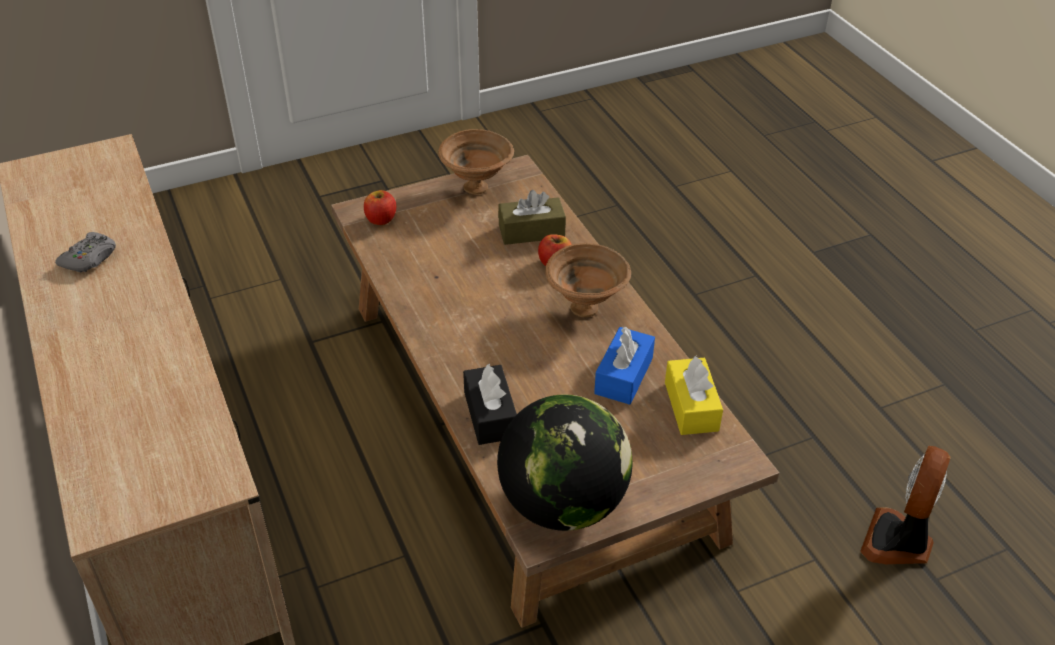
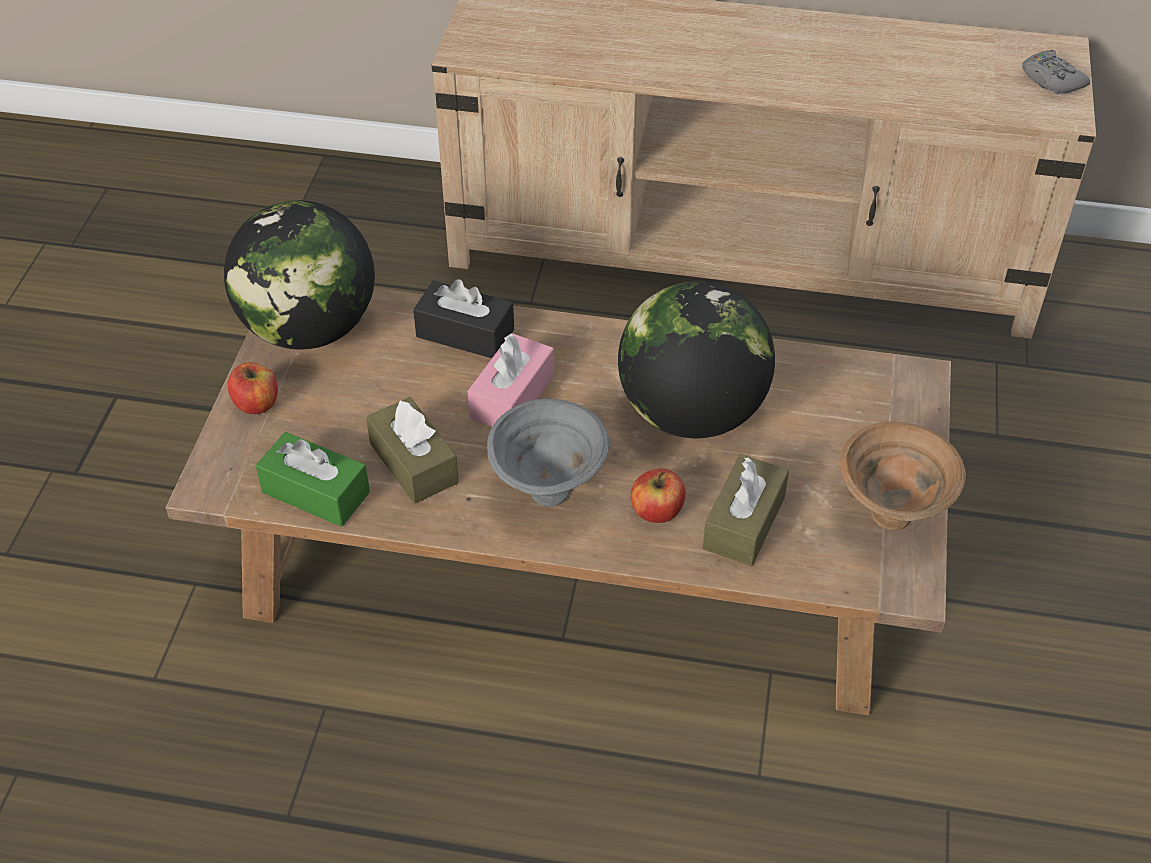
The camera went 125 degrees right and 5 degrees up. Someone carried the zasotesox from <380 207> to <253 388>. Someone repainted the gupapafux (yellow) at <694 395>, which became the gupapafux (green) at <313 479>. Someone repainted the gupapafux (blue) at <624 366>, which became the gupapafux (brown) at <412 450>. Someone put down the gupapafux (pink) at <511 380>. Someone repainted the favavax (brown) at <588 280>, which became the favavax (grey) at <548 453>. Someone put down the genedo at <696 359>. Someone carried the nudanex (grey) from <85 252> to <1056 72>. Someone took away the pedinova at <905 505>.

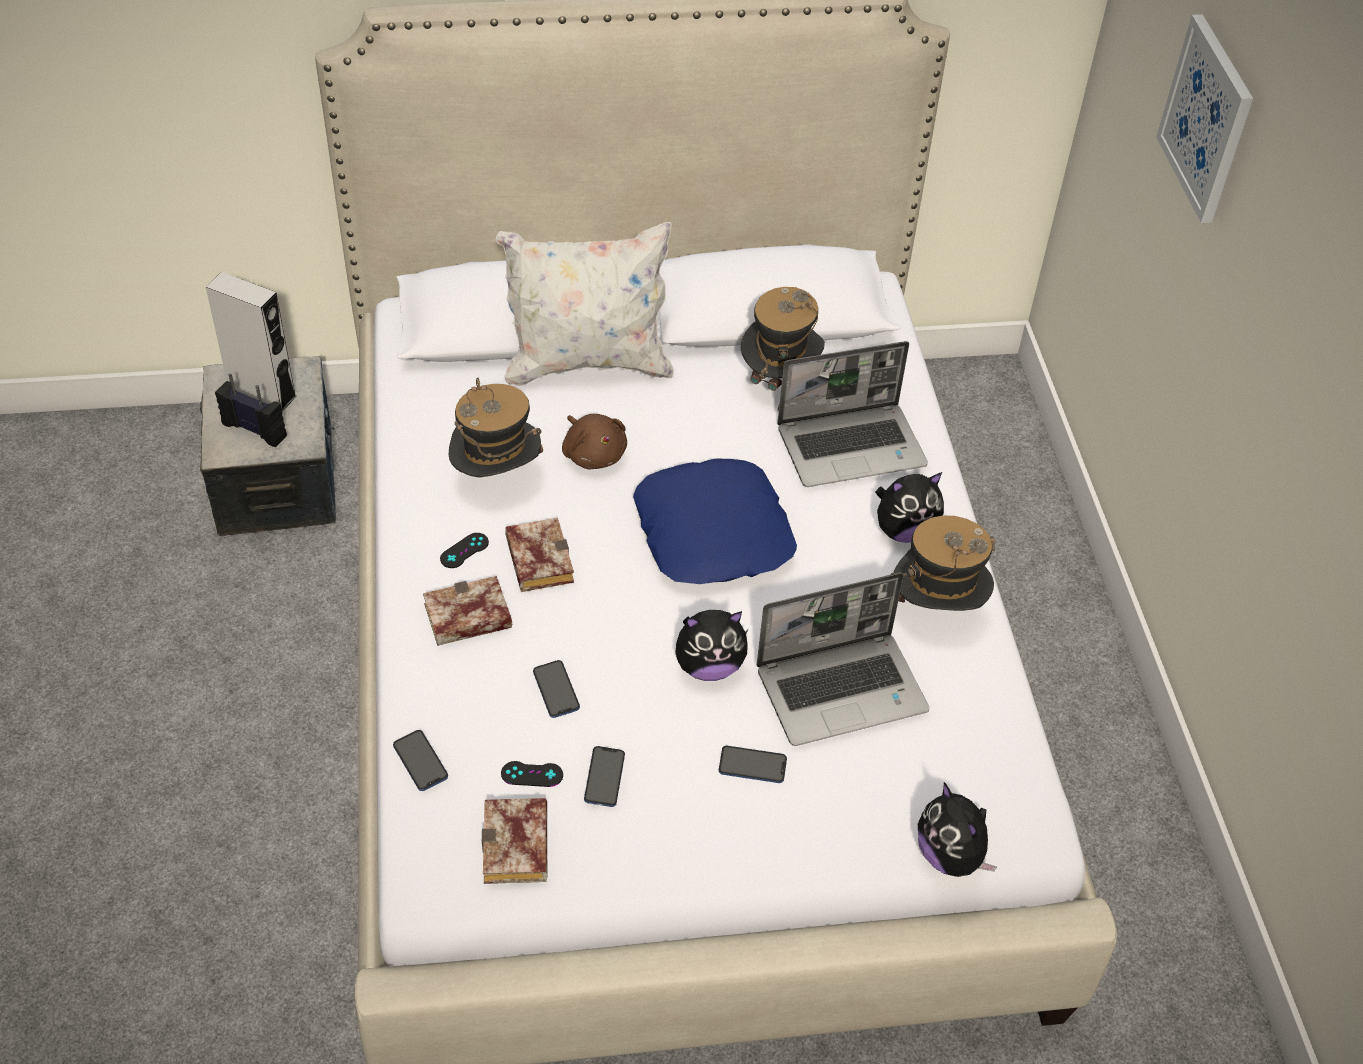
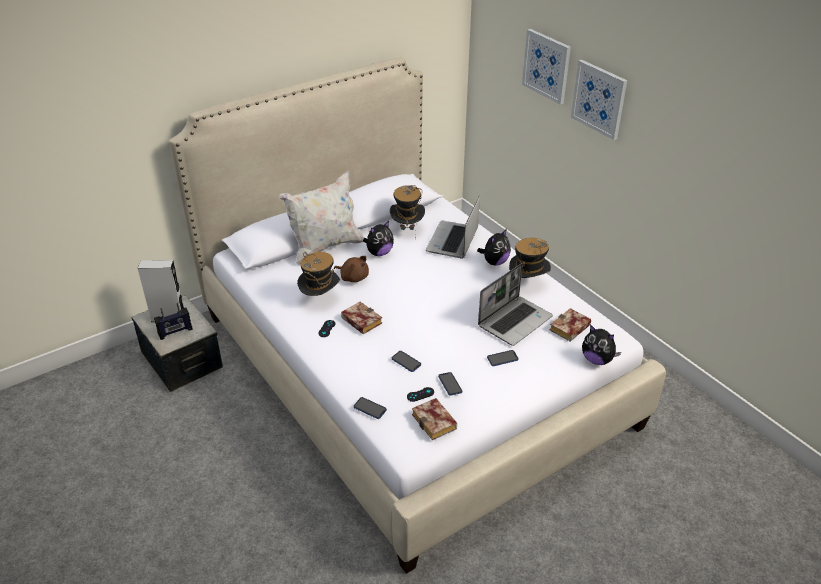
The camera went 25 degrees left and 10 degrees down. Someone rotated the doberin at <251 410> by 150 degrees clockwise. Someone carried the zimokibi from <712 645> to <378 238>. Someone rotated the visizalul at <852 414> by 150 degrees clockwise. Someone carried the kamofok from <467 611> to <570 325>. Someone put up the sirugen at <599 100>. Someone took away the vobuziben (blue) at <715 521>.

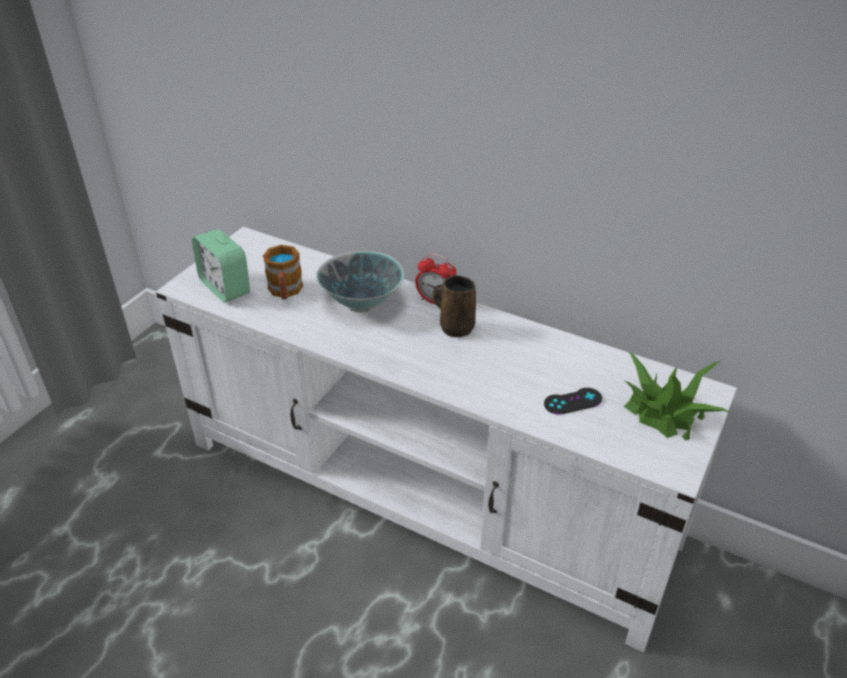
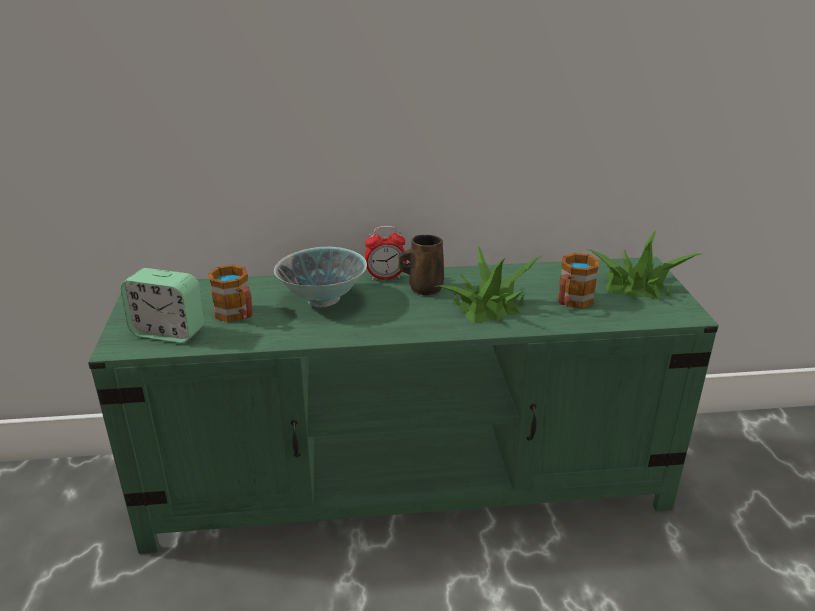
The camera went 35 degrees left and 10 degrees down. Someone repainted the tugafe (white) at <446 440>, which became the tugafe (green) at <403 405>. Someone put down the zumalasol at <488 285>. Someone swapped the nudanex (black) at <573 401> for the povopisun at <578 280>.

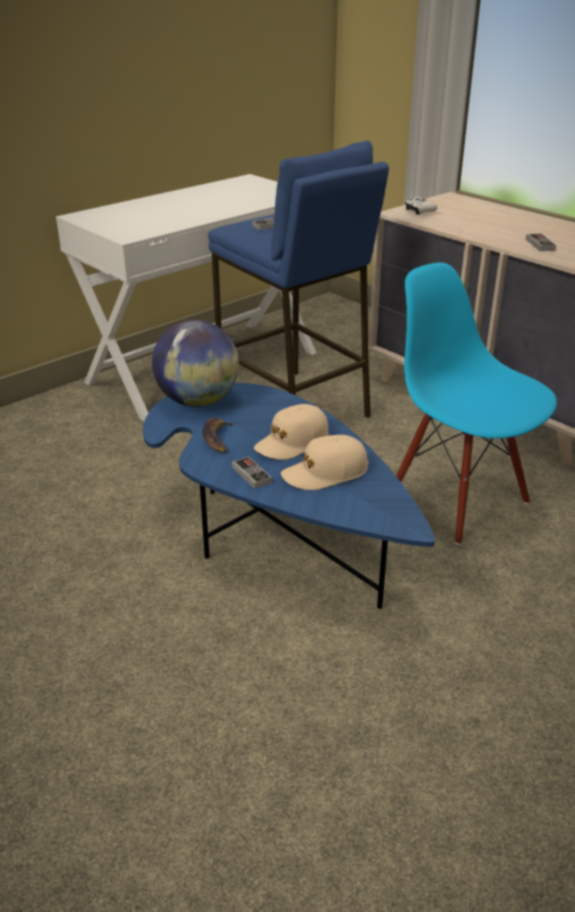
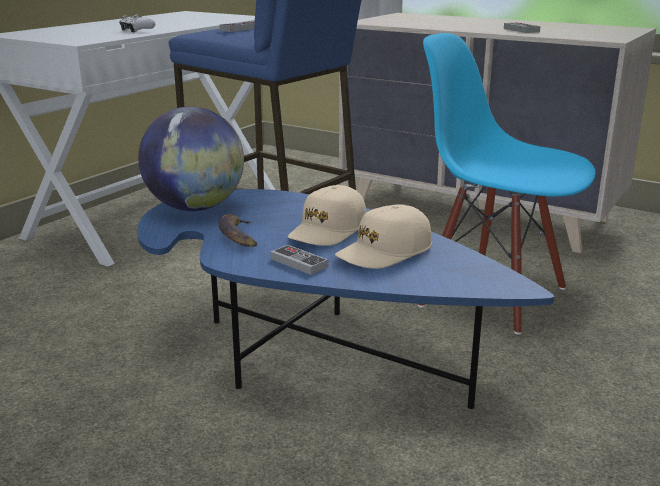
The camera went 15 degrees left and 10 degrees down. Someone carried the nudanex (white) from <421 206> to <137 23>.

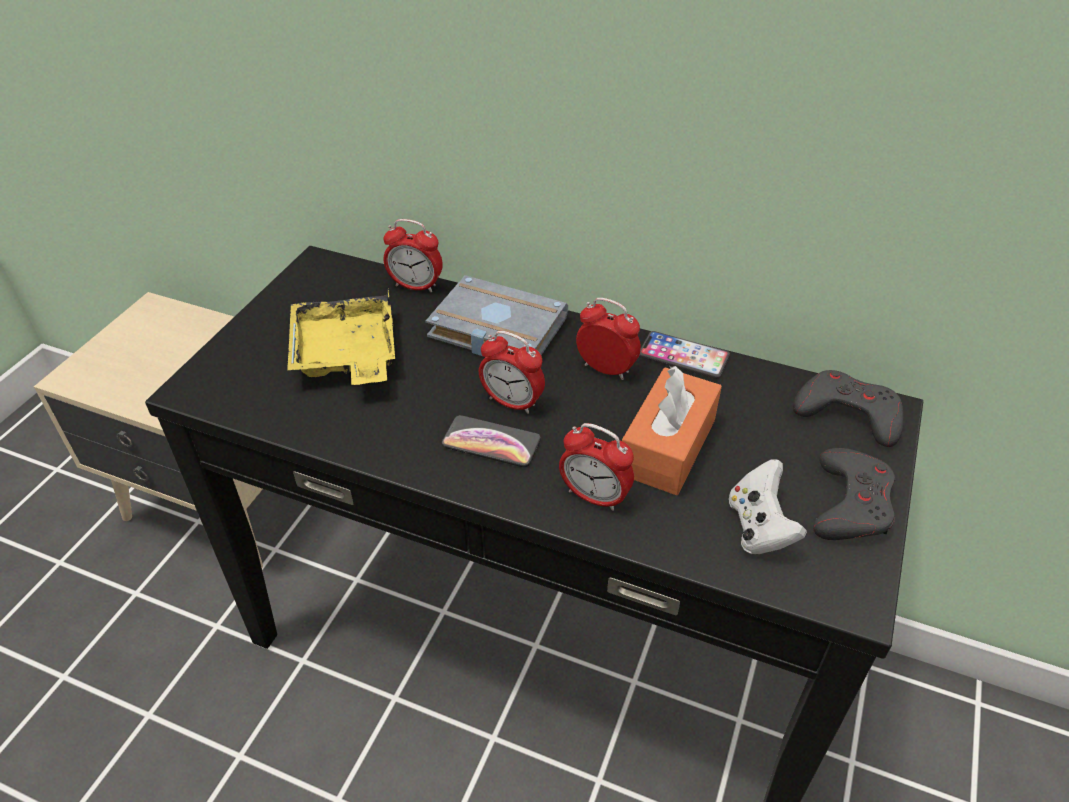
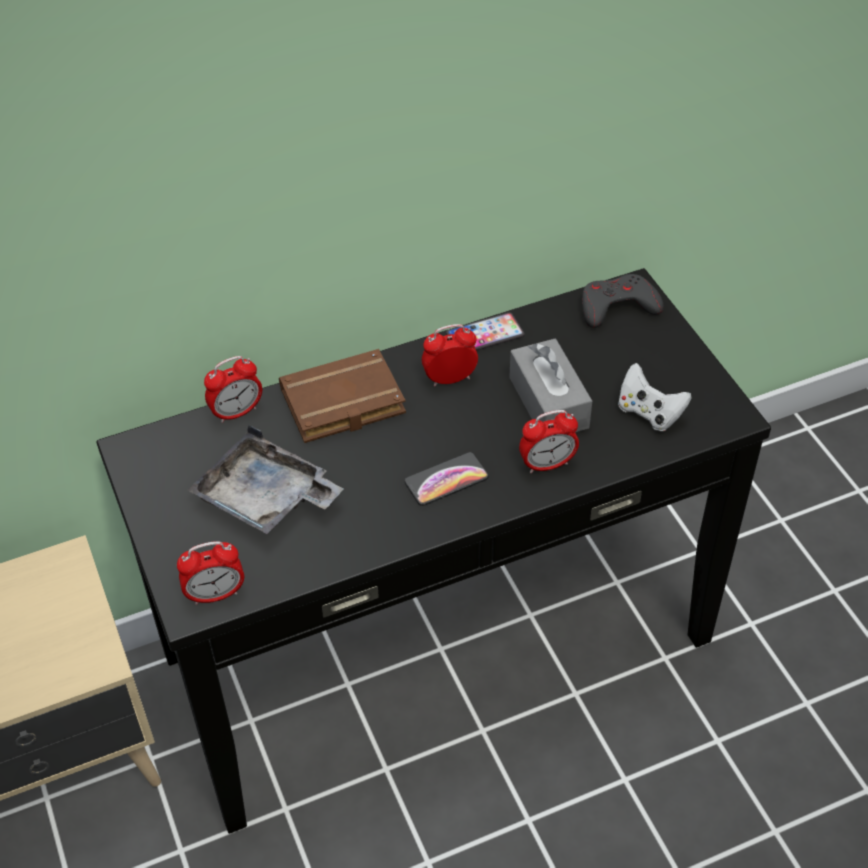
The camera went 45 degrees left and 5 degrees up. Someone carried the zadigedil from <512 372> to <210 573>. Someone repainted the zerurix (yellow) at <341 337>, which became the zerurix (grey) at <266 479>. Someone repainted the kamofok (grey) at <497 315>, which became the kamofok (brown) at <342 396>. Someone repainted the gupapafux (orange) at <672 430>, which became the gupapafux (grey) at <550 385>. Someone took away the nudanex (grey) at <854 494>.

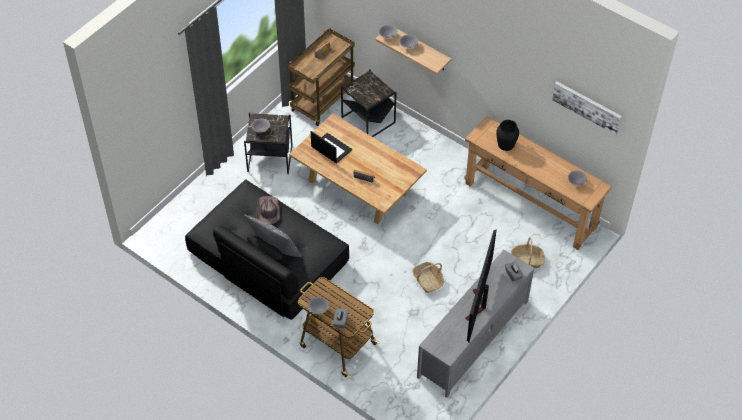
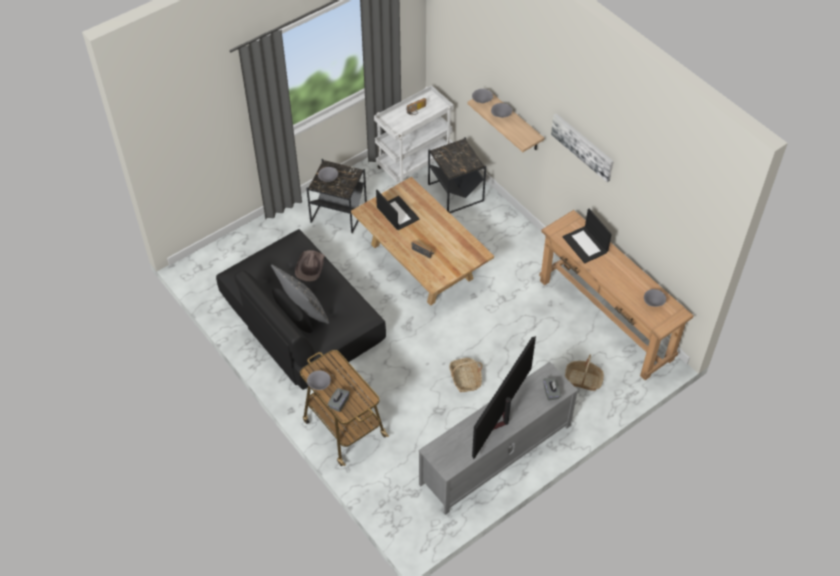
The camera went 15 degrees right and 0 degrees up. Someone repainted the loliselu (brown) at <321 77>, which became the loliselu (white) at <413 134>. Someone carried the sirugen from <587 108> to <582 148>. Someone swapped the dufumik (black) at <507 135> for the visizalul at <587 236>.

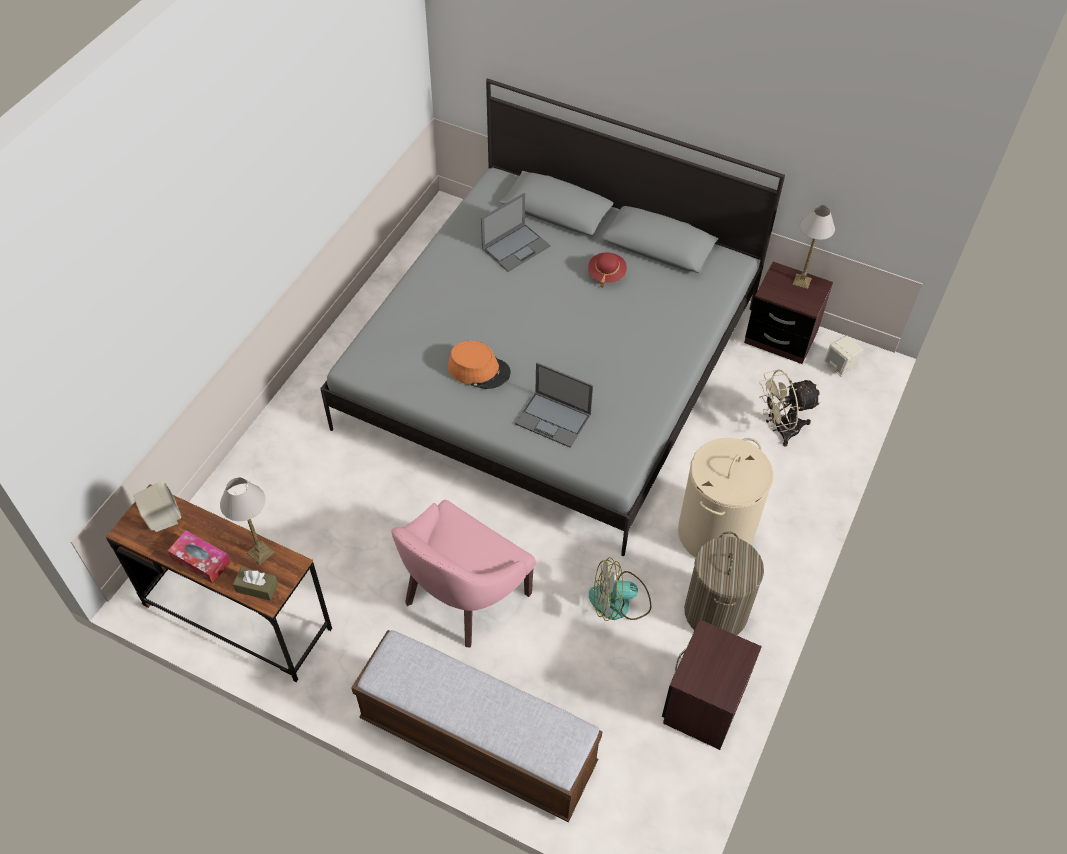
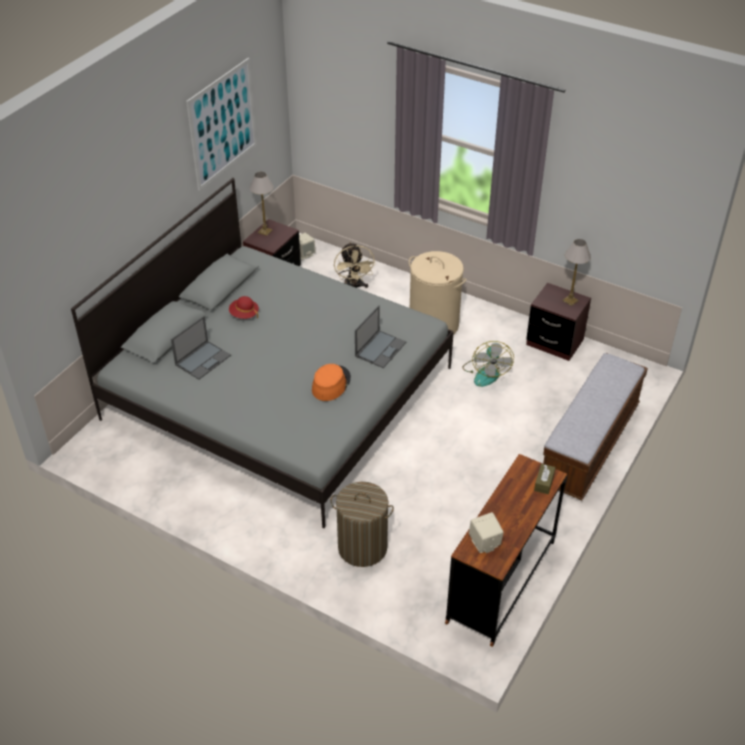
The camera went 85 degrees left and 10 degrees down. Someone rotated the visizalul at <515 232> by 75 degrees clockwise. Someone put up the sirugen at <221 124>. Someone carried the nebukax from <724 583> to <362 524>. Someone carried the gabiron from <247 521> to <576 272>. Someone took away the gupapafux at <199 557>. Someone took away the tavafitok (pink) at <463 574>.

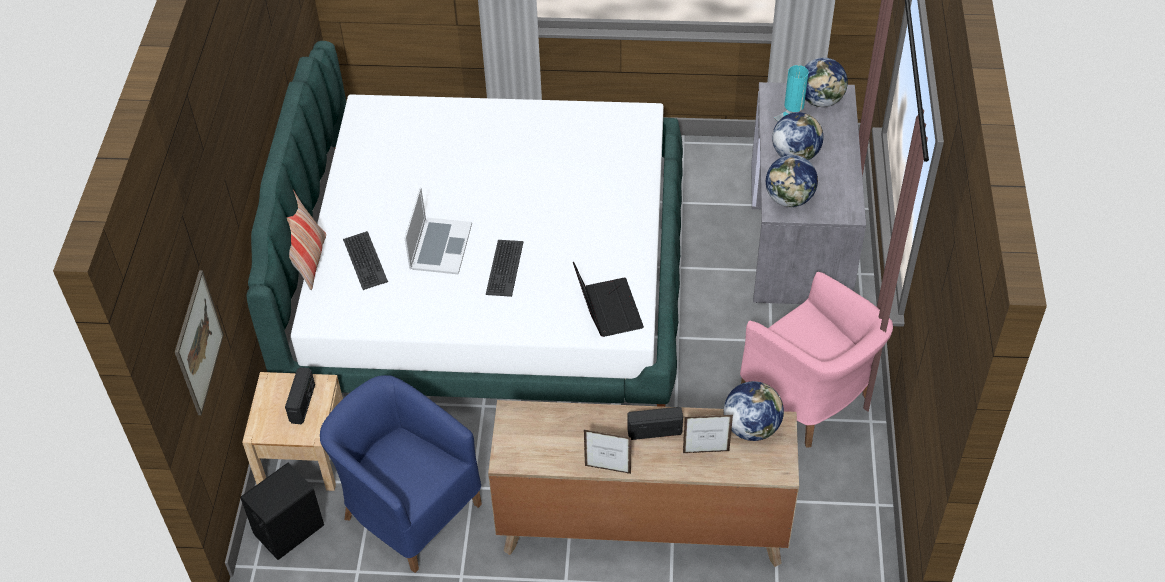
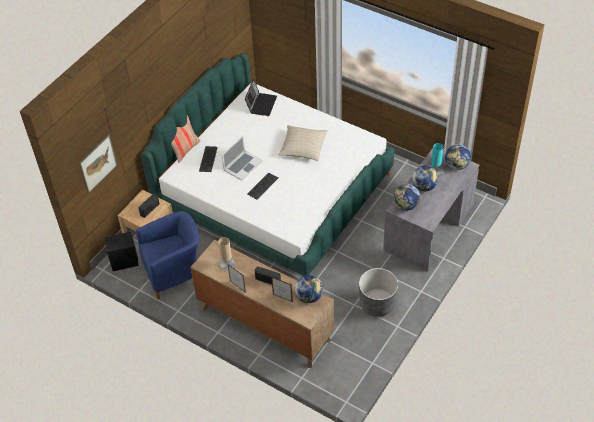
The camera went 30 degrees right and 0 degrees up. Someone rotated the tavafitok (blue) at <401 474> by 90 degrees clockwise. Someone put down the gabiron (beige) at <227 254>. Someone carried the visizalul from <608 299> to <261 97>. Someone put down the vobuziben (beige) at <303 143>. Someone swapped the tavafitok (pink) at <816 359> for the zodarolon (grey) at <378 292>.

